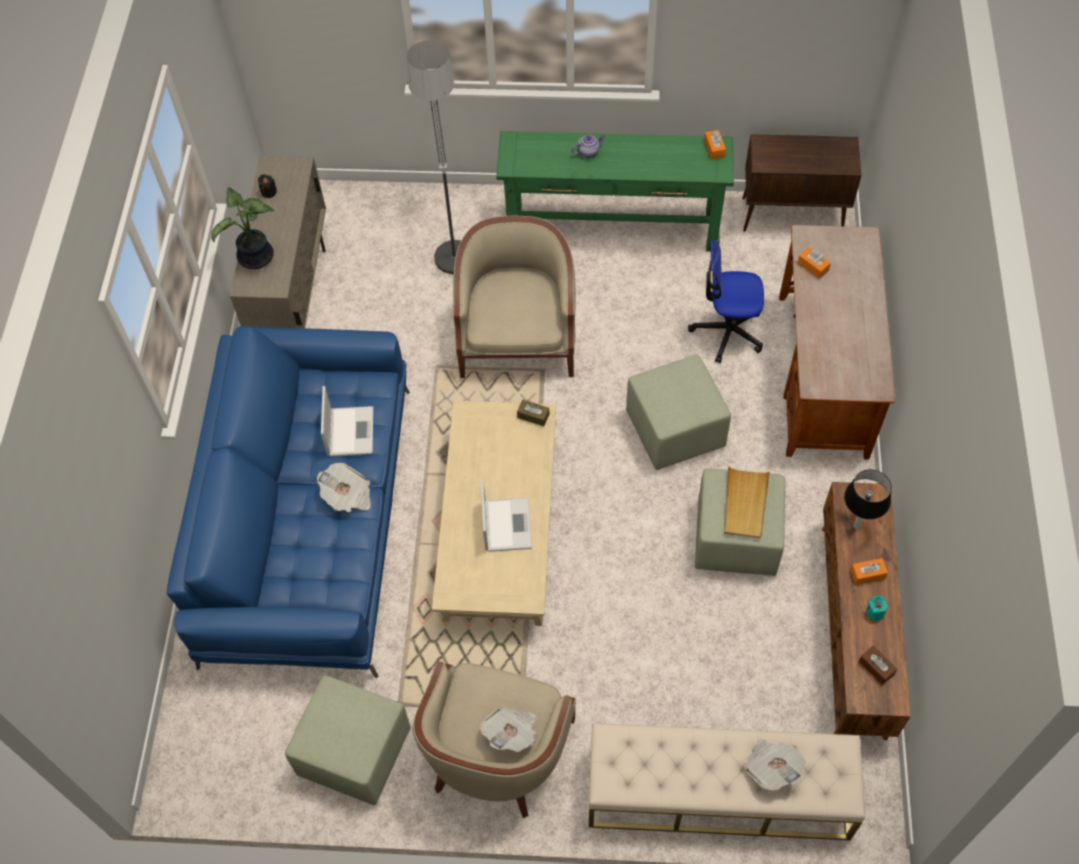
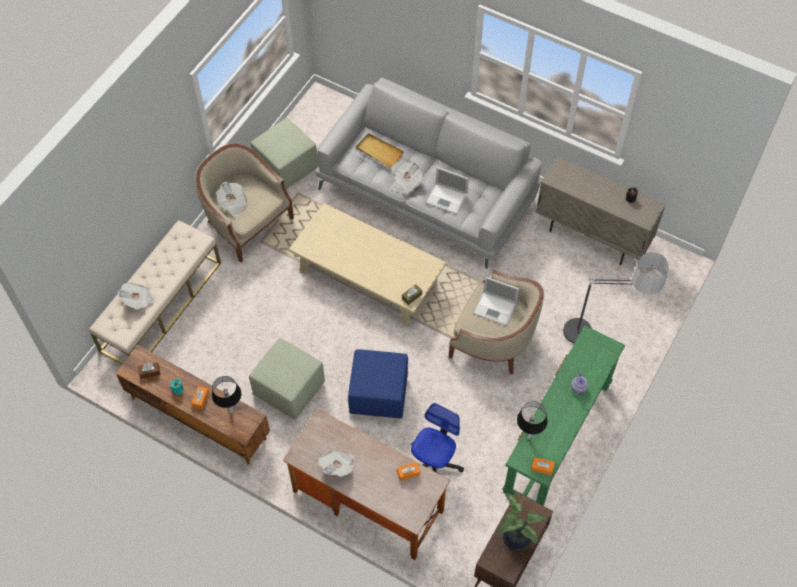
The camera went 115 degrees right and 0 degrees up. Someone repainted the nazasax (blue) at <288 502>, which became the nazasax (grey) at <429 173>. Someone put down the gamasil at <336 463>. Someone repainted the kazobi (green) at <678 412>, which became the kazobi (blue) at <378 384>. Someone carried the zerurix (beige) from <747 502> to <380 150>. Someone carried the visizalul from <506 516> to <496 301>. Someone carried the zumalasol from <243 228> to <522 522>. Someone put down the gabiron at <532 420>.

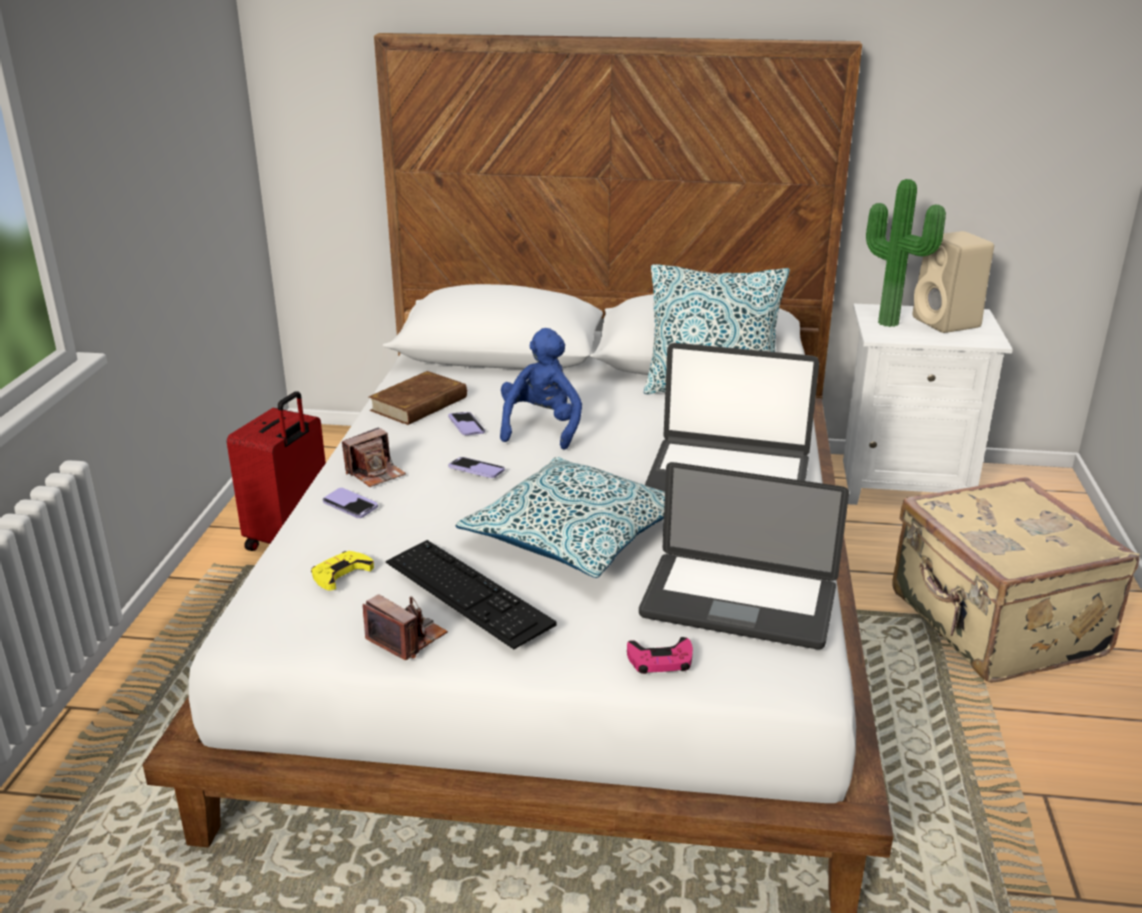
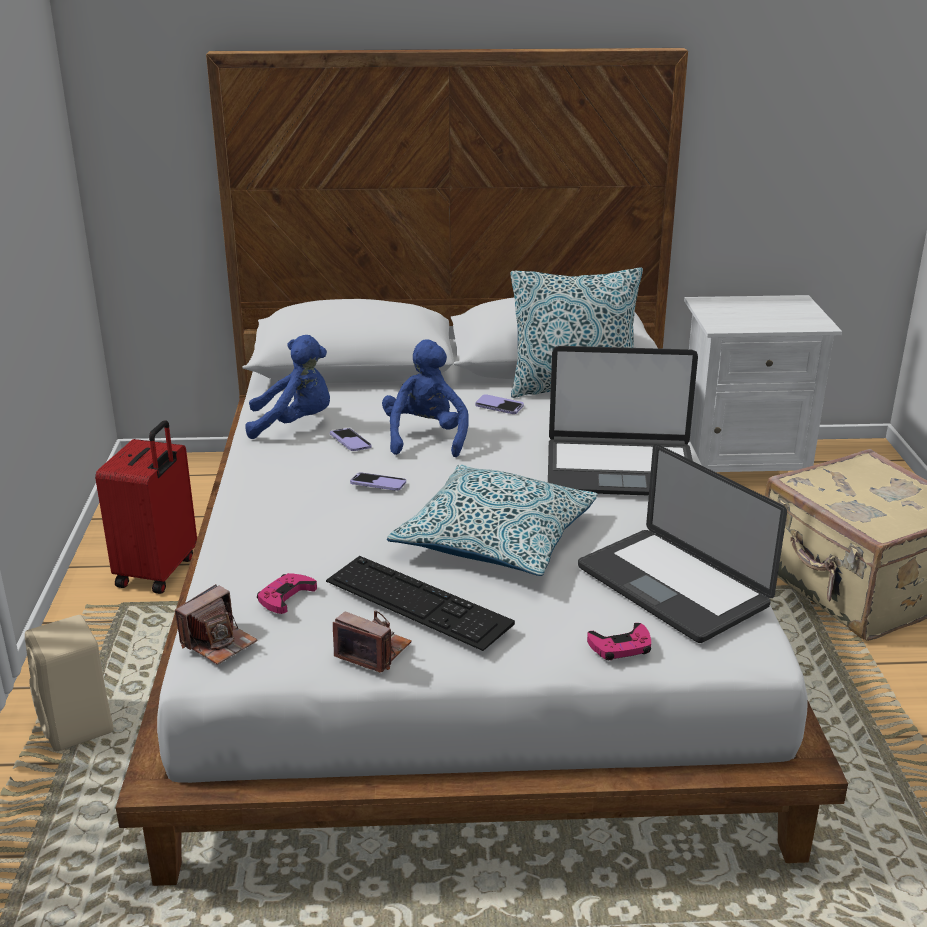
The camera went 10 degrees left and 0 degrees up. Someone carried the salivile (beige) from <953 282> to <69 683>. Someone carried the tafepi from <374 457> to <216 624>. Someone swapped the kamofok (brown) at <418 398> for the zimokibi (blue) at <287 387>. Someone repainted the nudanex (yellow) at <342 571>, which became the nudanex (pink) at <287 593>. Someone carried the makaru from <350 503> to <499 404>. Someone rotated the visizalul at <744 556> by 45 degrees clockwise. Someone took away the zumalasol at <906 253>.

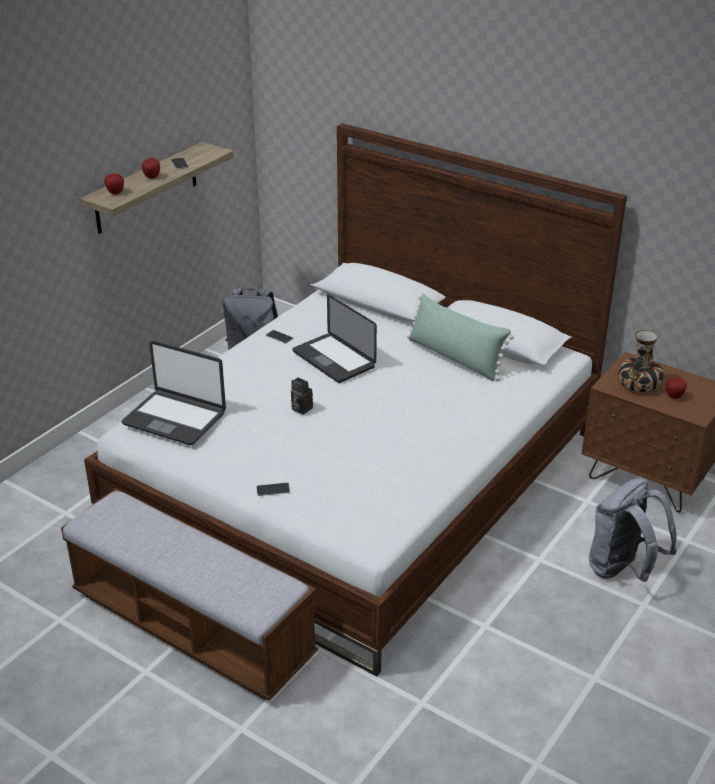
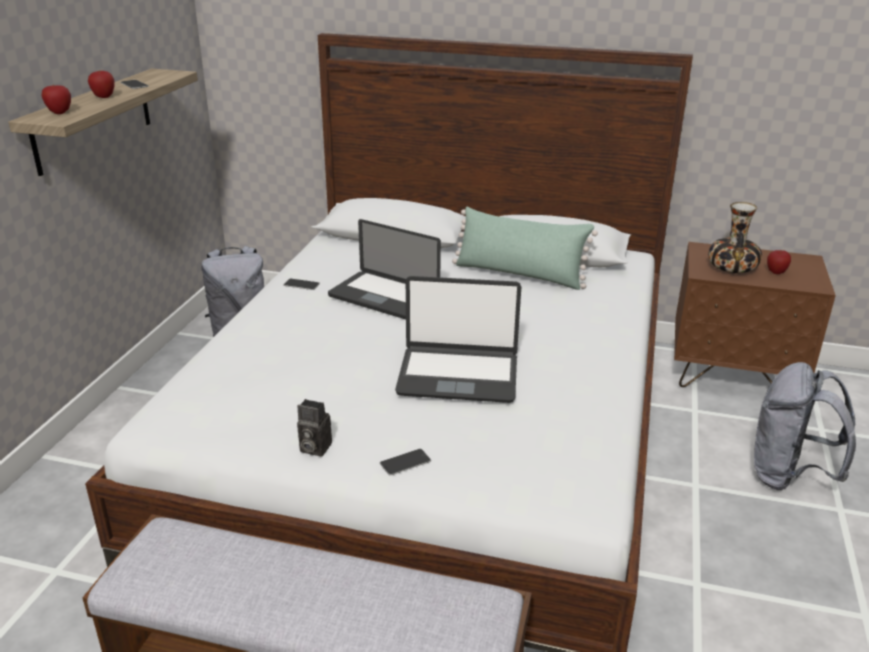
The camera went 20 degrees left and 5 degrees down. Someone carried the tafepi from <302 396> to <314 428>. Someone carried the visizalul from <174 393> to <458 339>.

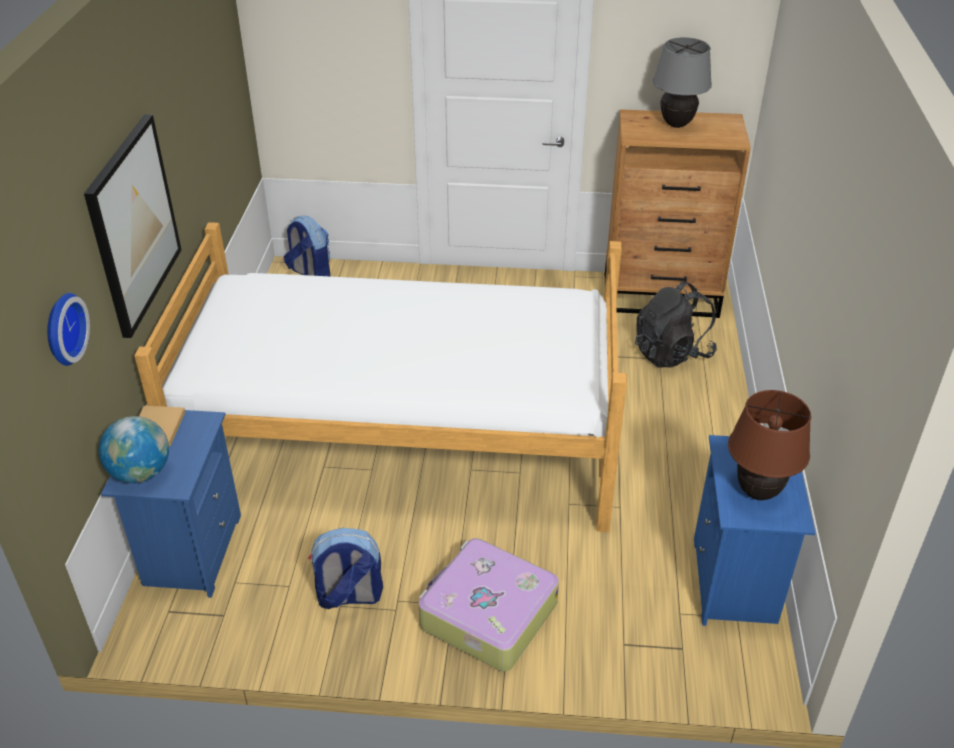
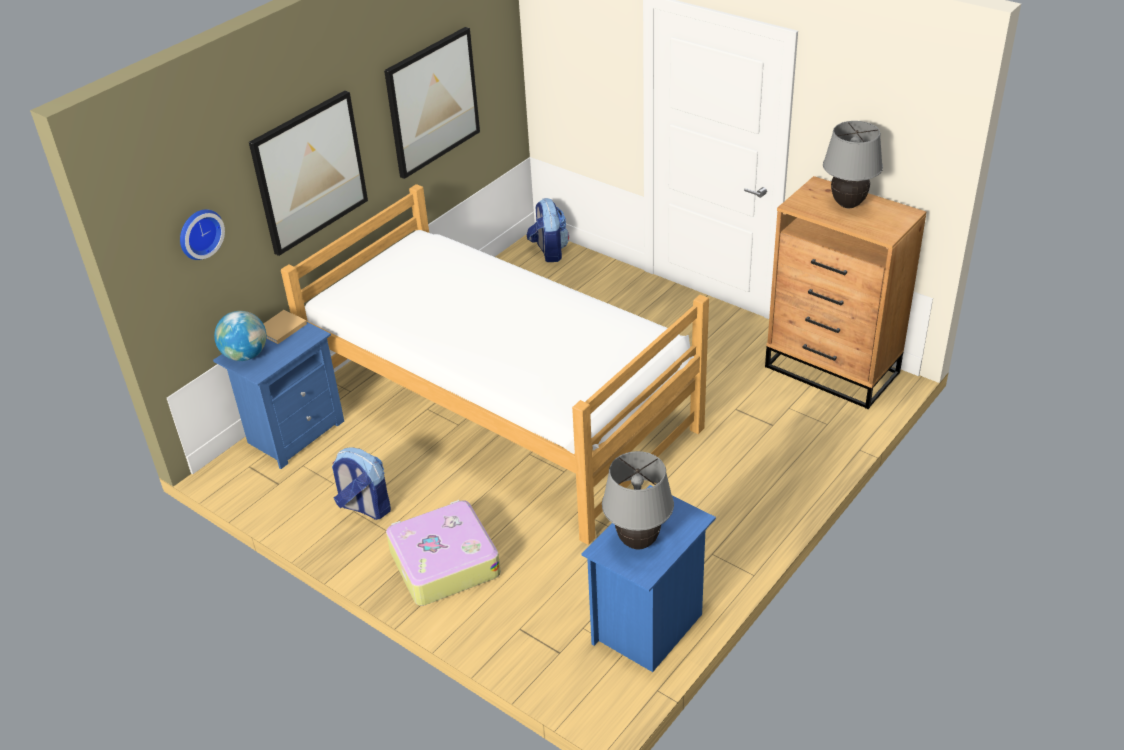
The camera went 35 degrees right and 0 degrees up. Someone put up the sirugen at <432 103>. Someone repainted the gabiron (brown) at <769 445>, which became the gabiron (grey) at <638 500>. Someone took away the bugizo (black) at <676 324>.

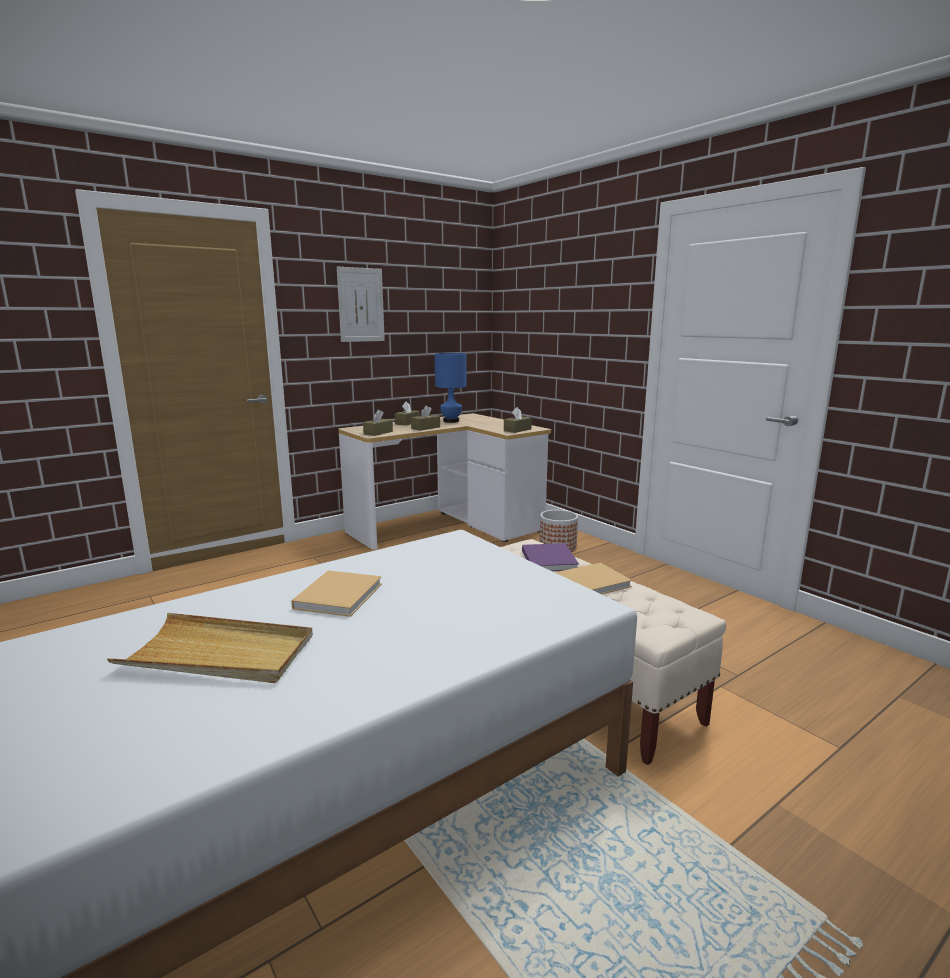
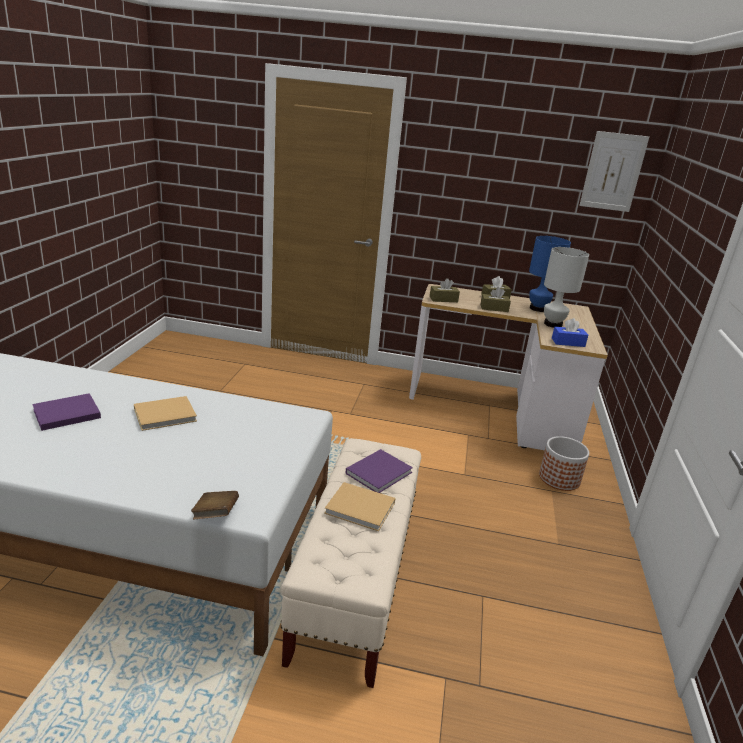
The camera went 45 degrees right and 10 degrees up. Someone swapped the zerurix (beige) at <210 648> for the kamofok (purple) at <66 412>. Someone put down the kamofok (brown) at <215 505>. Someone put down the gabiron (white) at <566 287>. Someone repainted the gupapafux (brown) at <518 420>, which became the gupapafux (blue) at <570 332>. Someone carried the sirugen from <361 304> to <614 171>.

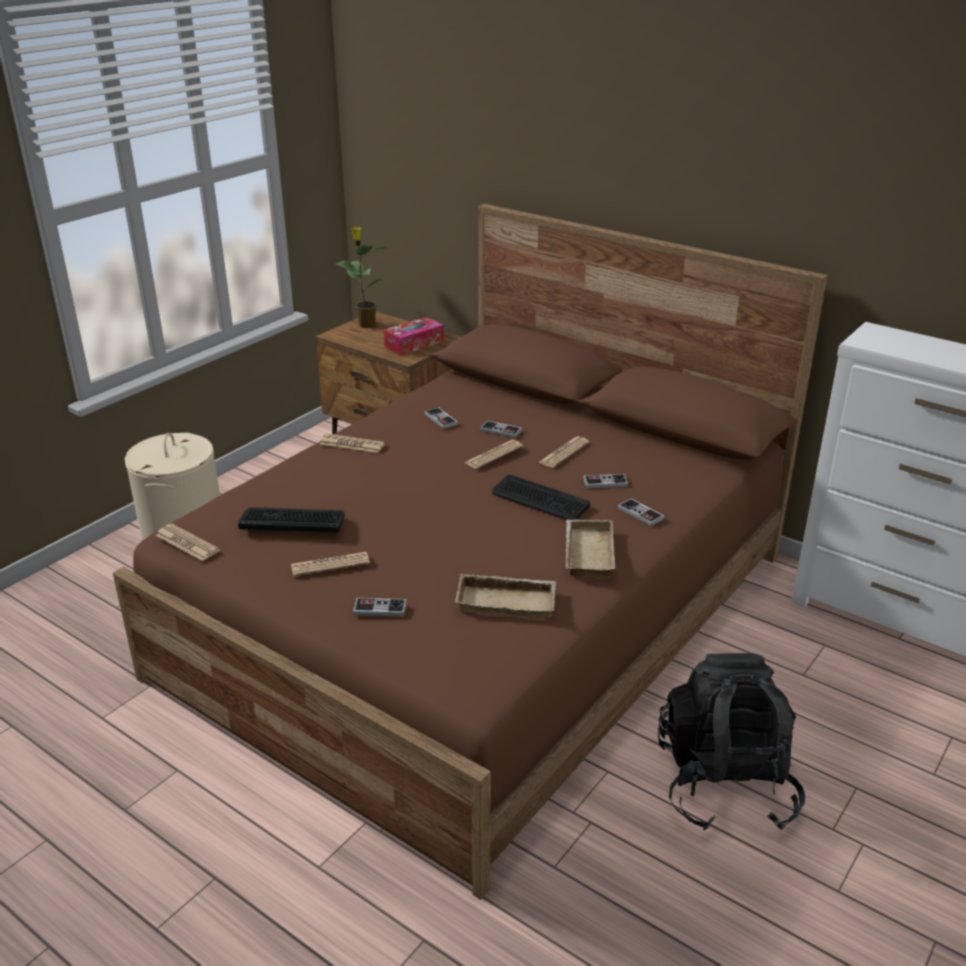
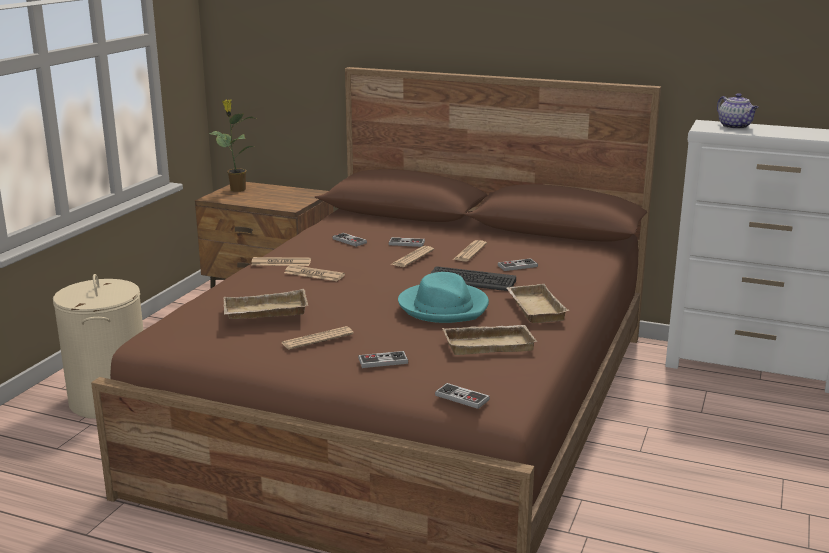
The camera went 15 degrees left and 10 degrees down. Someone swapped the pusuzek at <291 520> for the zerurix (beige) at <265 304>. Someone carried the gamasil from <187 542> to <314 273>. Someone put down the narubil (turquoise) at <443 297>. Someone carried the nudanex from <641 512> to <462 396>. Someone put down the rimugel at <737 111>. Someone took away the gupapafux at <413 336>. Someone took away the bugizo (black) at <731 741>.

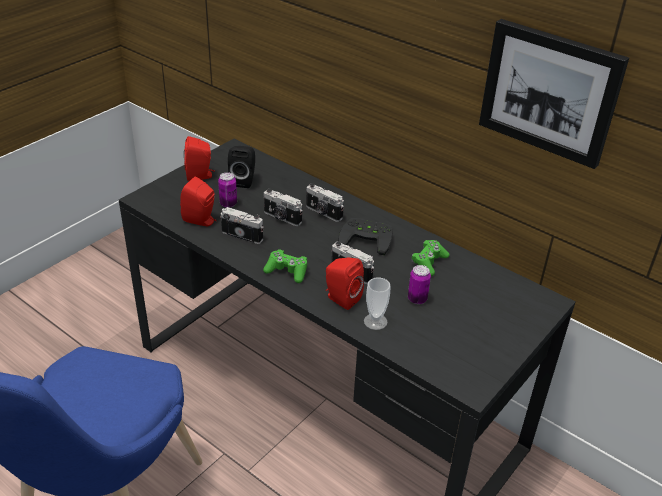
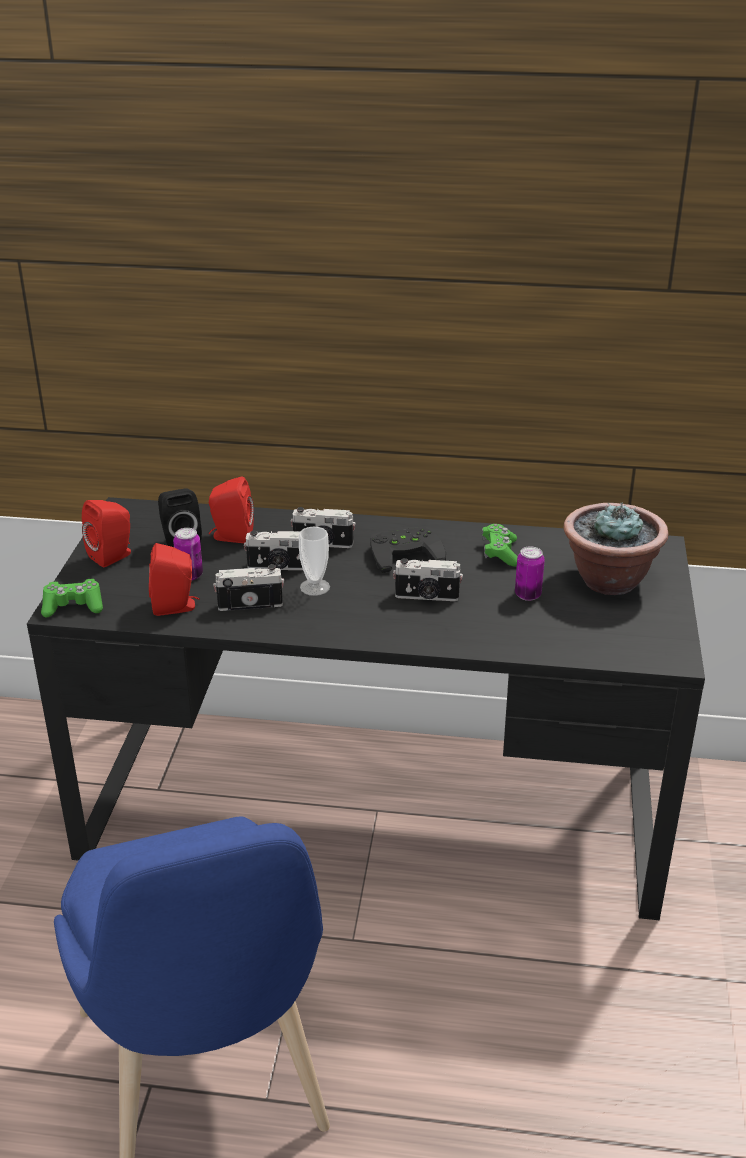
The camera went 30 degrees left and 5 degrees down. Someone carried the nudanex (green) from <285 266> to <72 598>. Someone carried the salivile (red) from <345 283> to <231 509>. Someone carried the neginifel from <377 303> to <314 561>. Someone put down the zumalasol at <616 548>. Someone took away the sirugen at <554 94>.

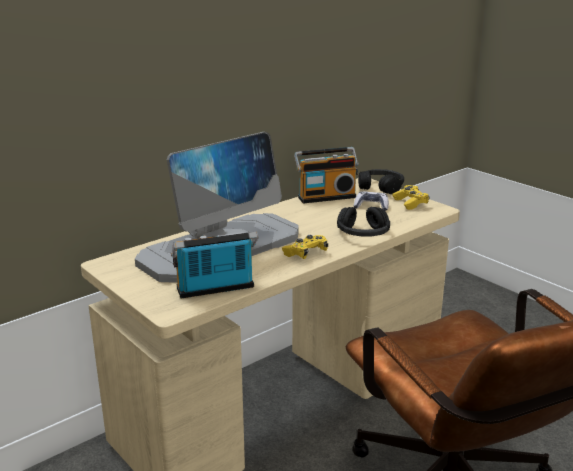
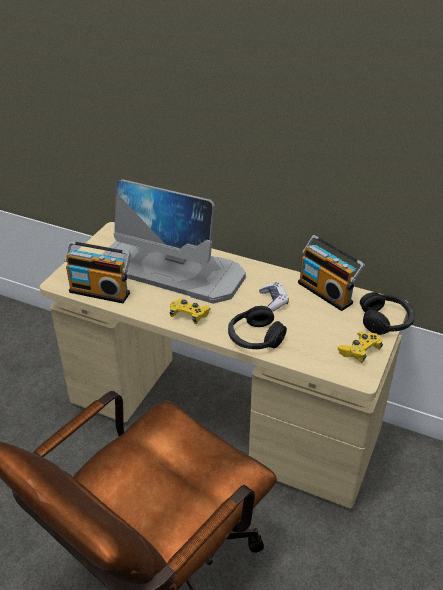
The camera went 65 degrees right and 15 degrees up. Someone rotated the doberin at <215 265> by 150 degrees clockwise. Someone carried the nudanex from <371 201> to <274 297>.

